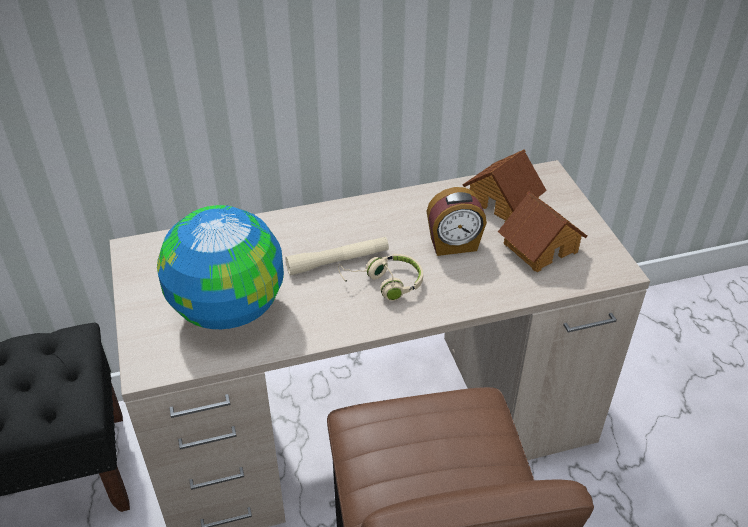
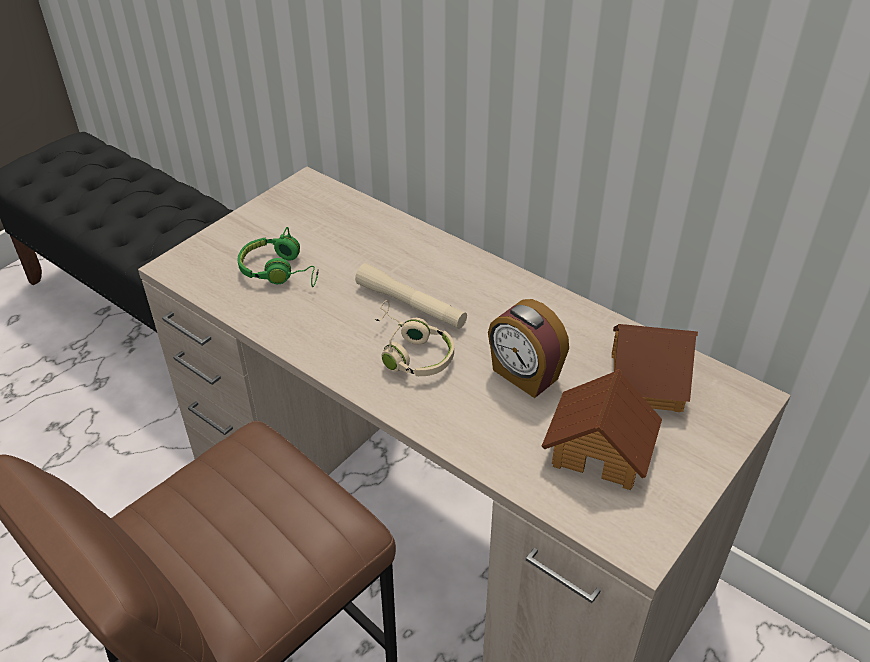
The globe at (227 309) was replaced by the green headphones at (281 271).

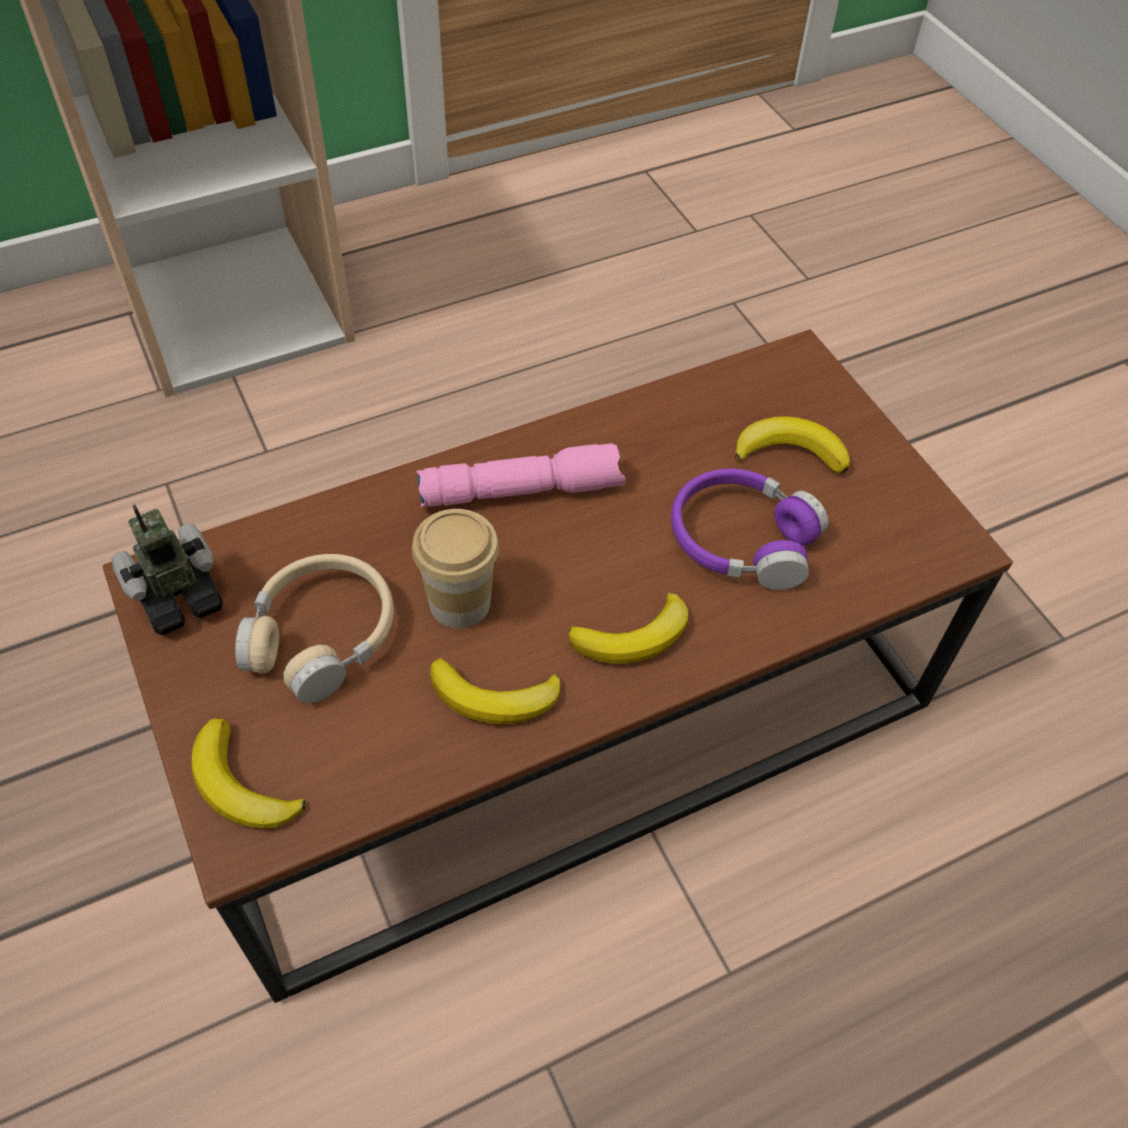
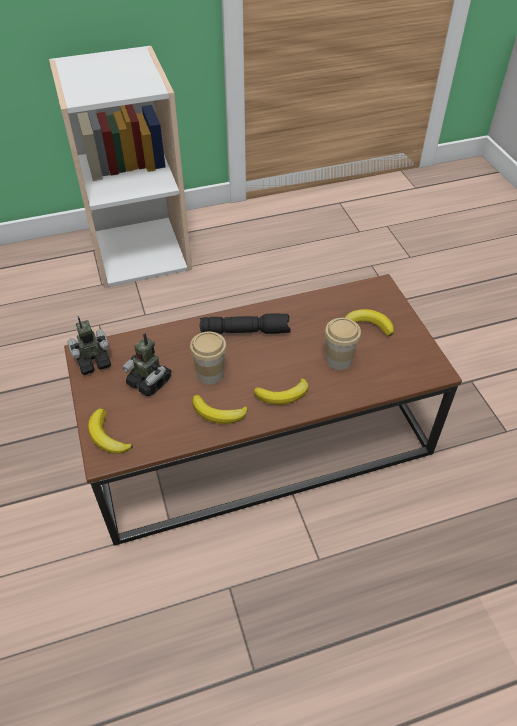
The pink flashlight at (522 489) became the black flashlight at (246 330).
The purple headphones at (741 540) was replaced by the cup at (338 360).
The beige headphones at (321 636) was replaced by the toy robot at (149 382).

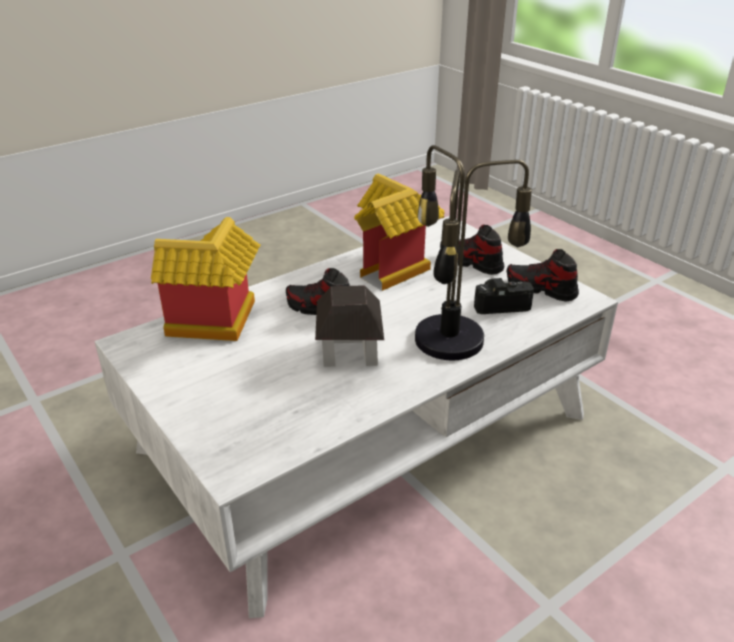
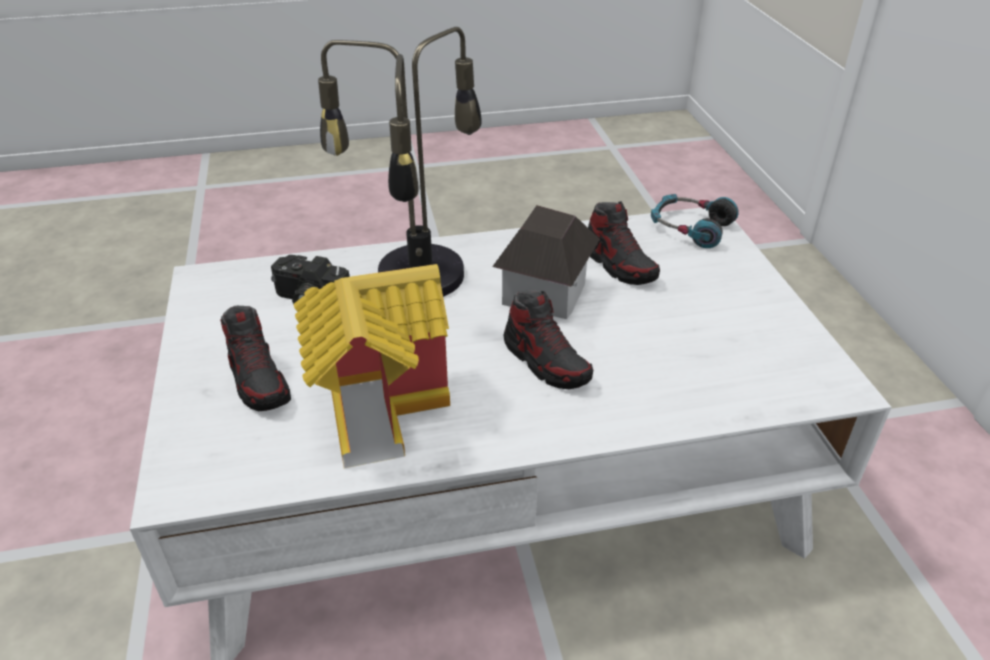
The toy house at (215 324) disappeared.
The shoe moved from (540 289) to (619 264).
The headphones at (690 228) appeared.

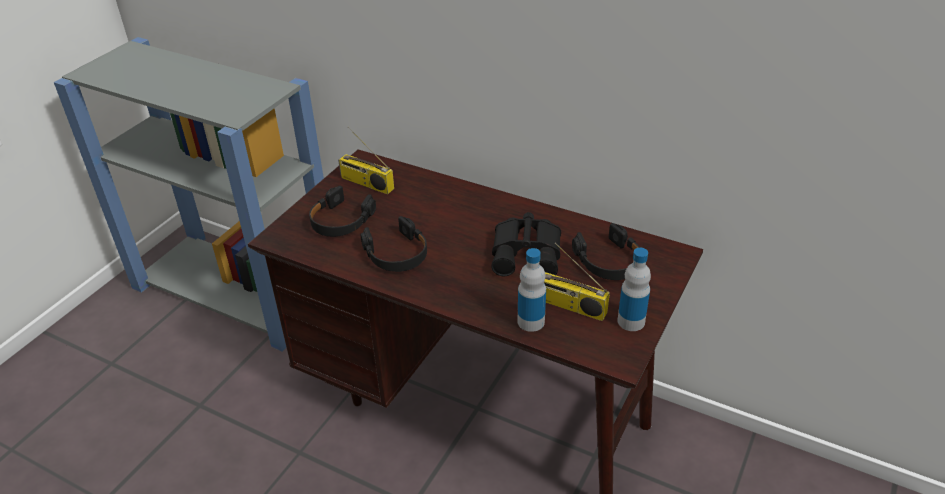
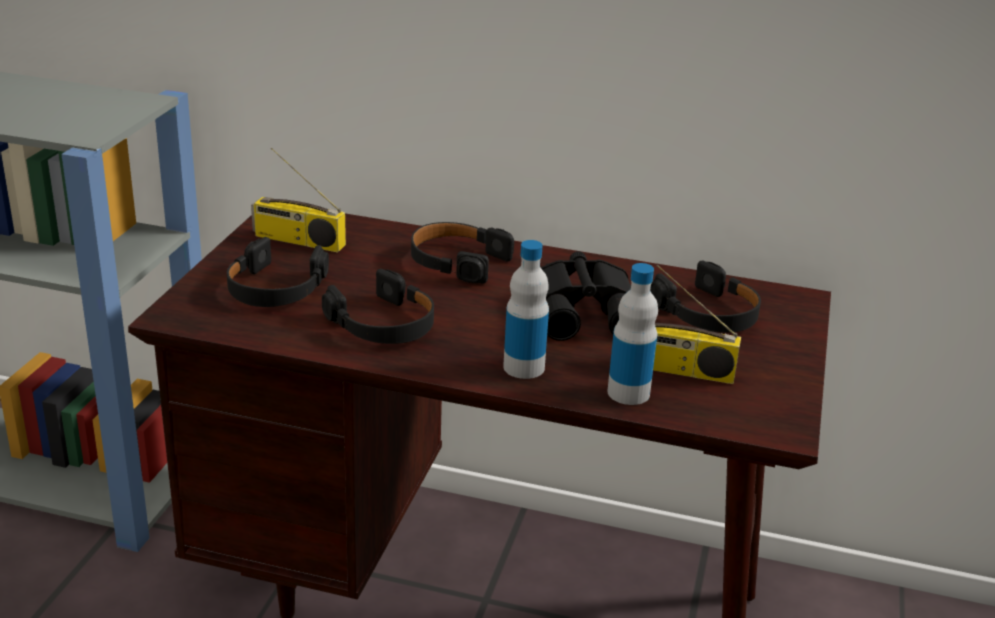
The bottle moved from (631 321) to (524 367).
The black headphones at (457 261) appeared.

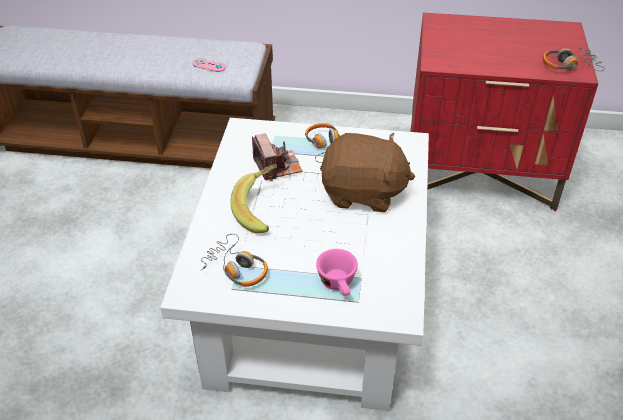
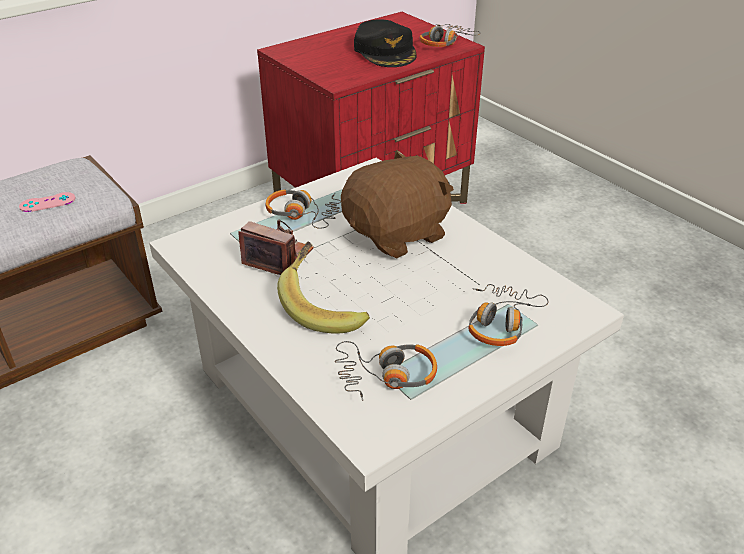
The pink cup at (339 285) was replaced by the headphones at (501 322).
The black cap at (385 51) appeared.

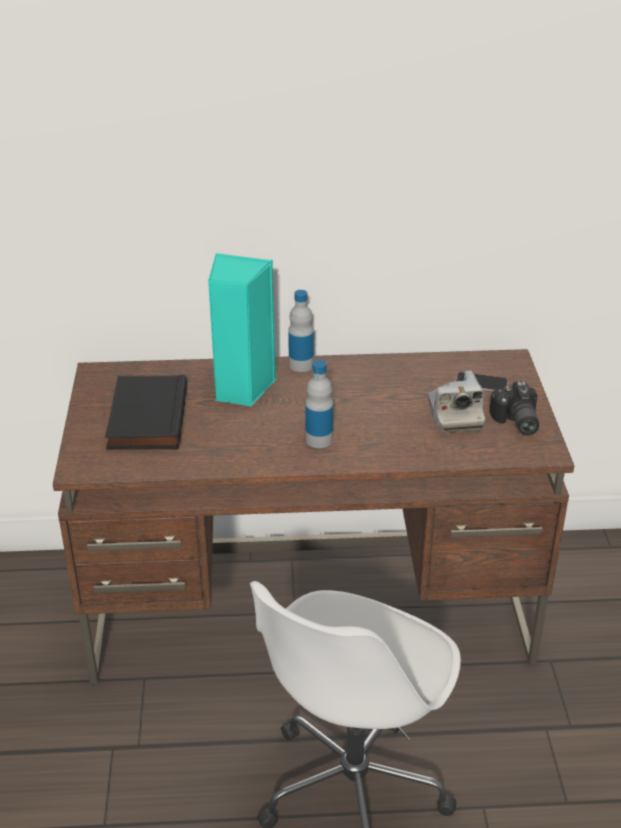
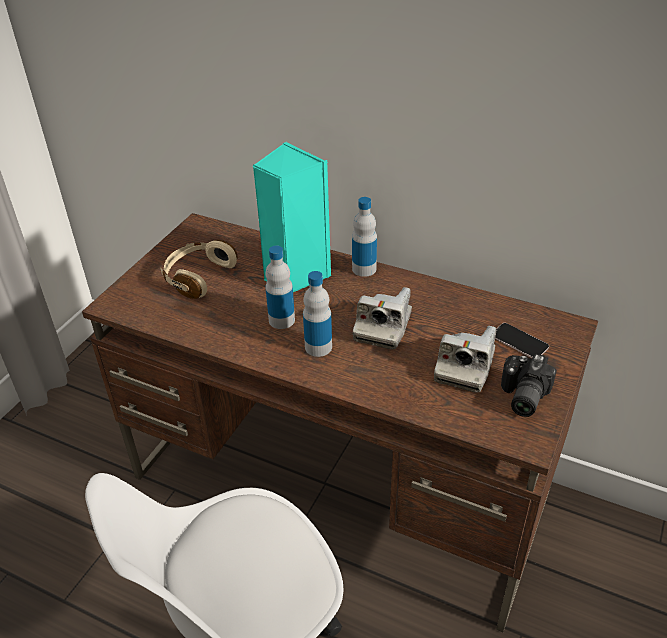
The black book at (145 417) was replaced by the beige headphones at (197 277).
The bottle at (281 320) appeared.
The photo camera at (383 327) appeared.

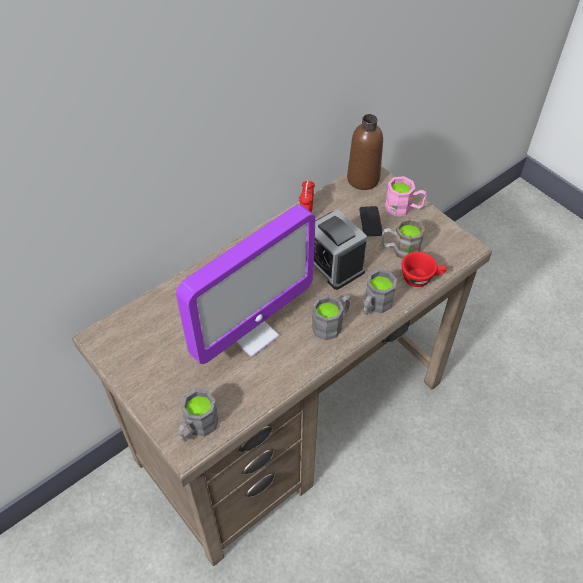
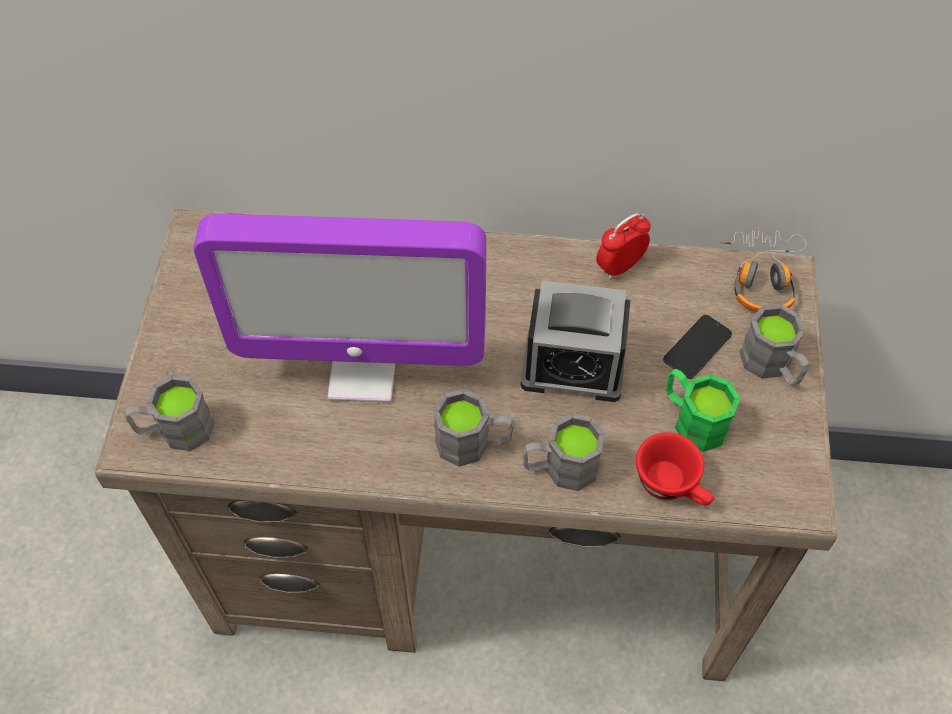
The brown bottle at (363 179) was replaced by the headphones at (761 277).
The pink mug at (404 208) became the grey mug at (772 366).
The alarm clock at (334 264) turned 90 degrees counterclockwise.
The brown mug at (400 249) became the green mug at (692 420).

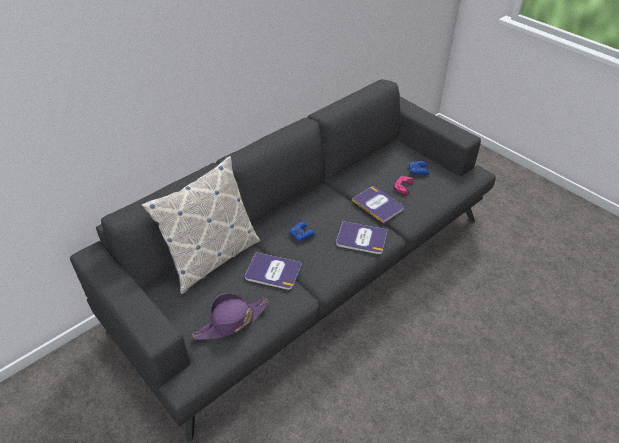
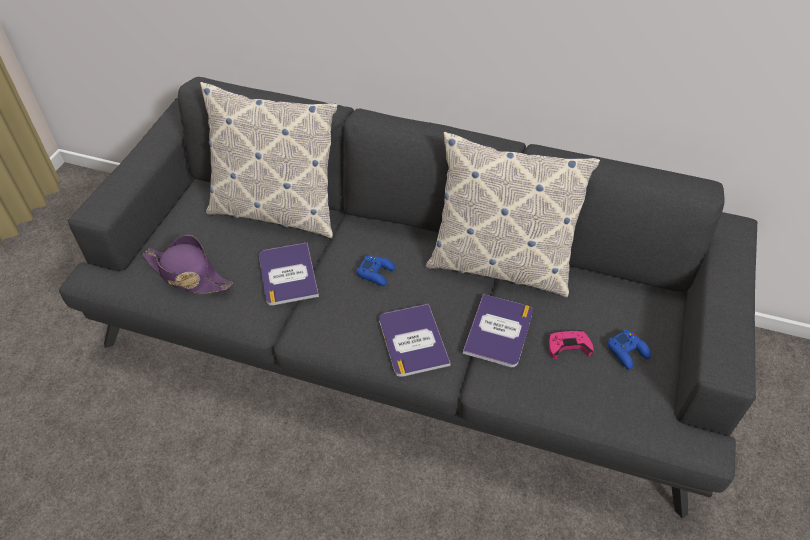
The pillow at (499 265) appeared.

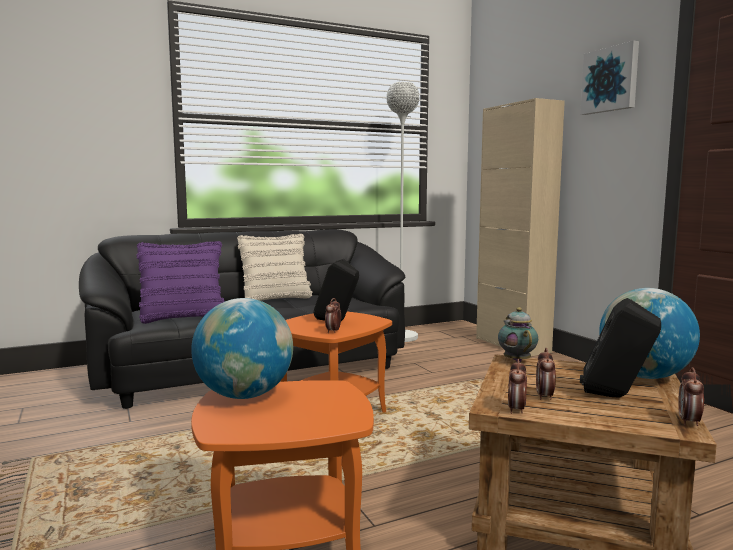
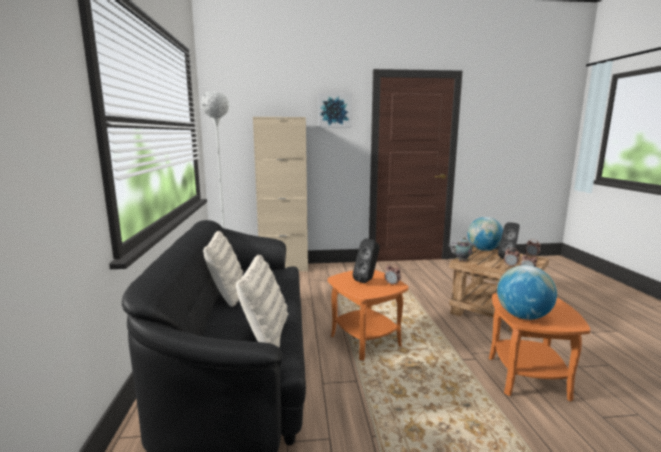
The purple pillow at (183 318) became the beige pillow at (266 337).

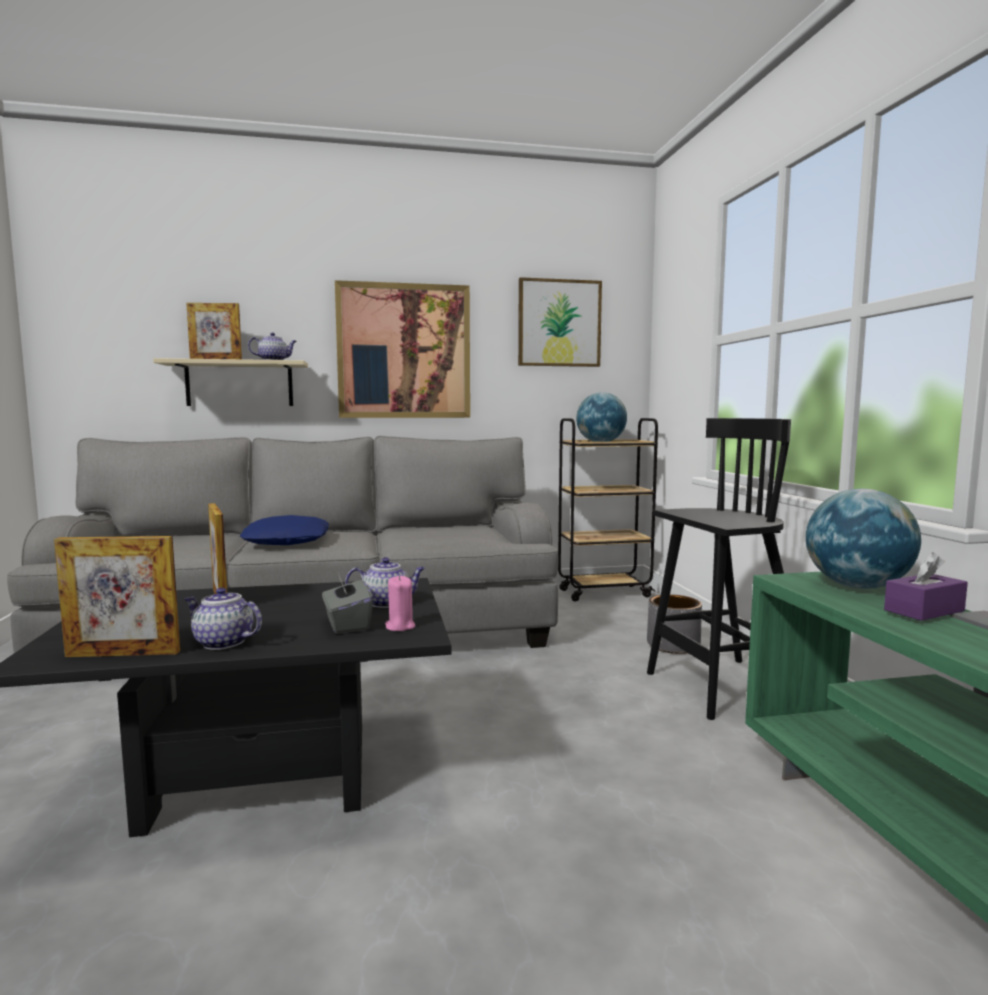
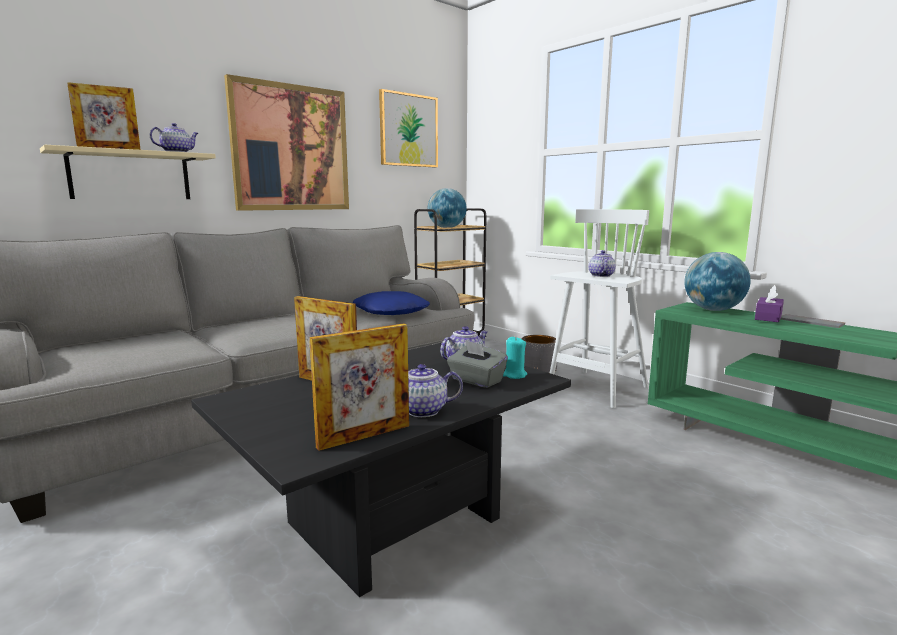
The black stool at (721 688) became the white stool at (596 389).
The blue pillow moved from (288 541) to (391 311).
The pink candle at (400 626) became the turquoise candle at (514 375).
The teapot at (600 275) appeared.

